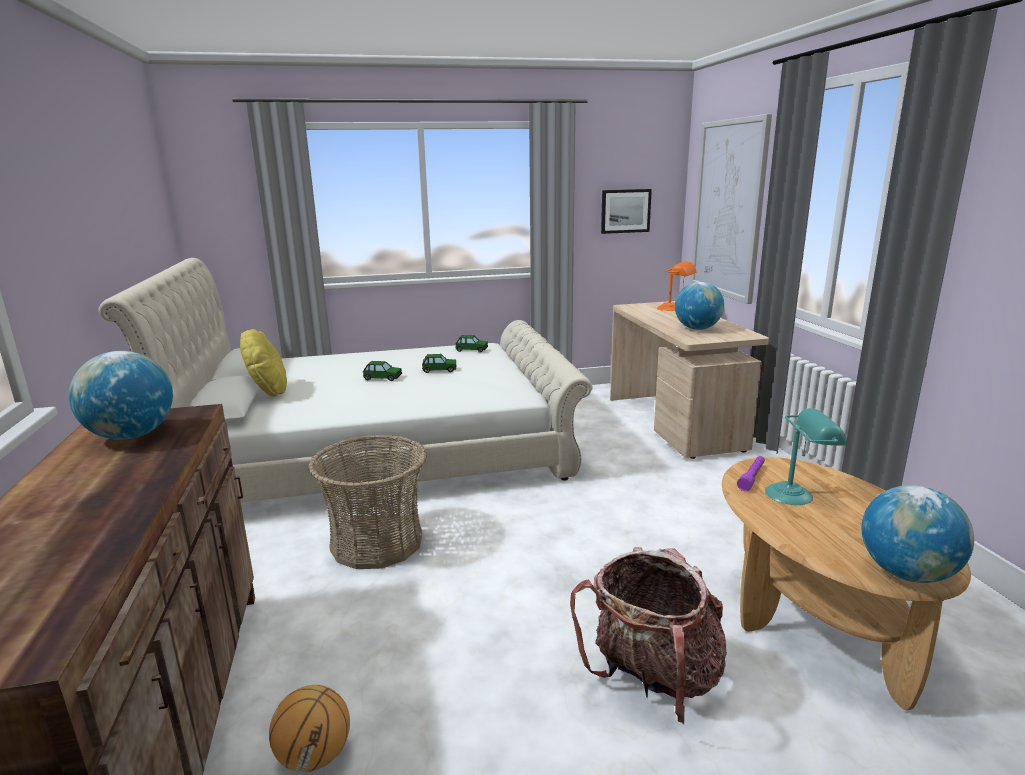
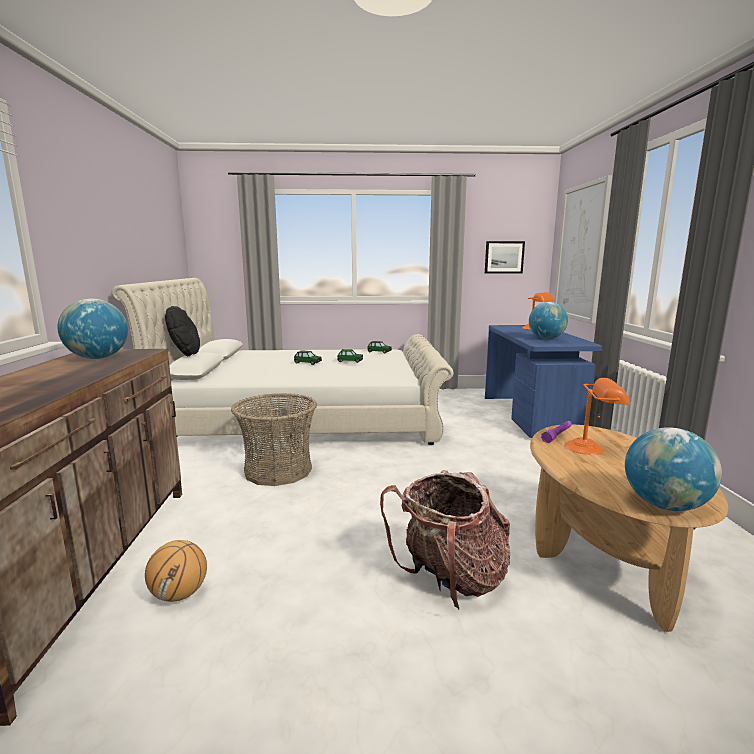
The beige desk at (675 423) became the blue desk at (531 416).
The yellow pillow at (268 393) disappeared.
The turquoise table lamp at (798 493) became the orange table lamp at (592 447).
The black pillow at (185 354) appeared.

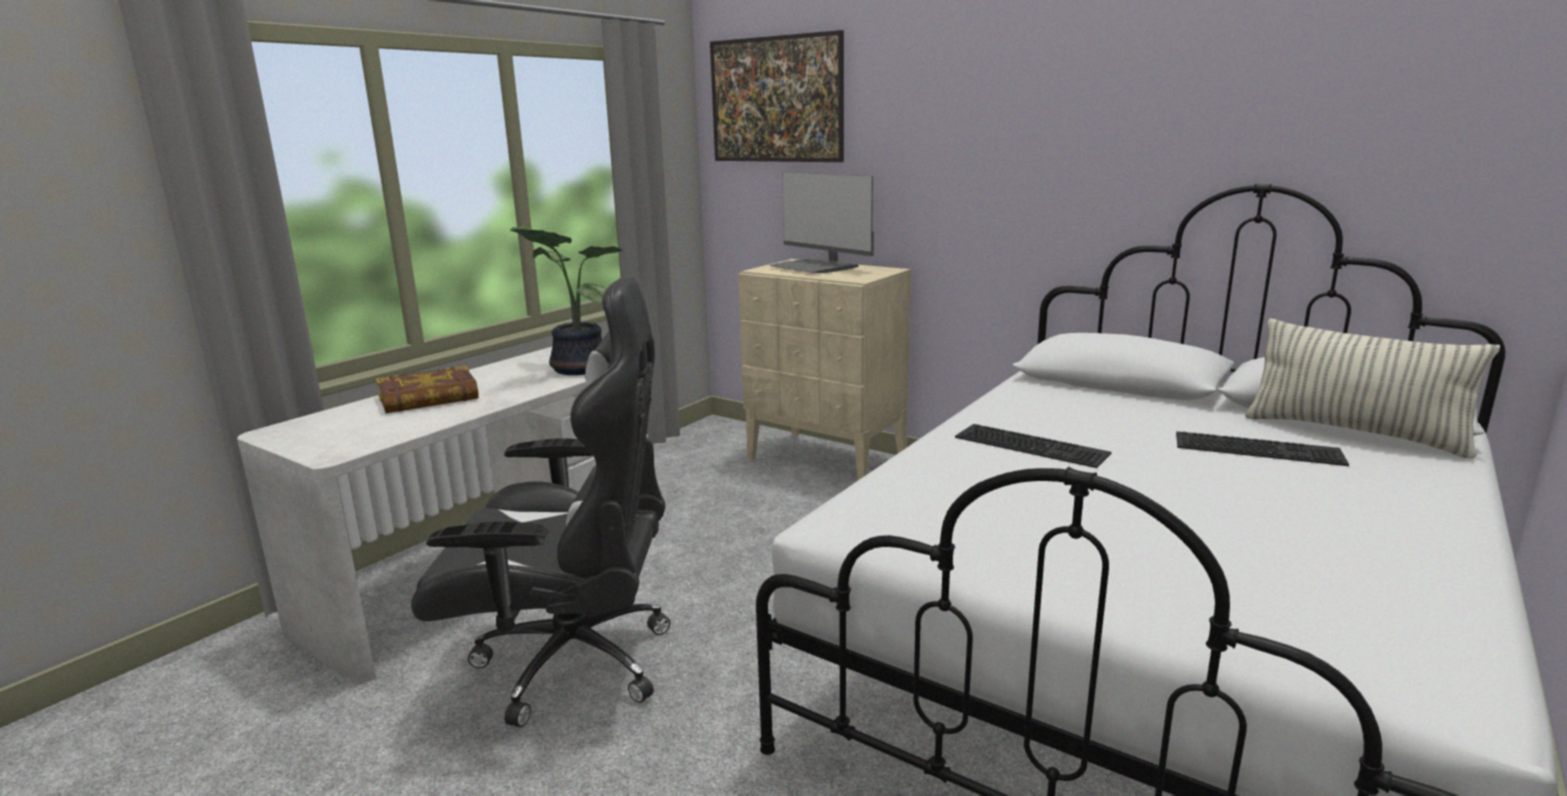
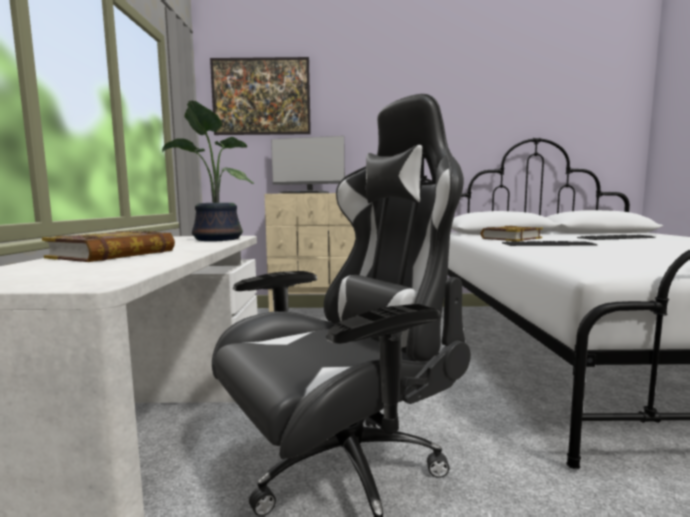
The pillow at (1354 433) disappeared.
The book at (510 238) appeared.

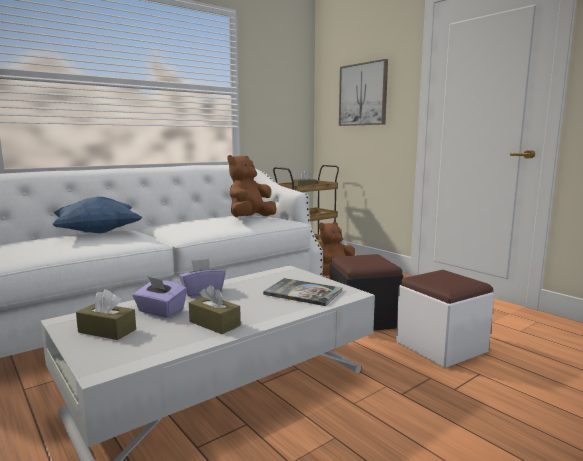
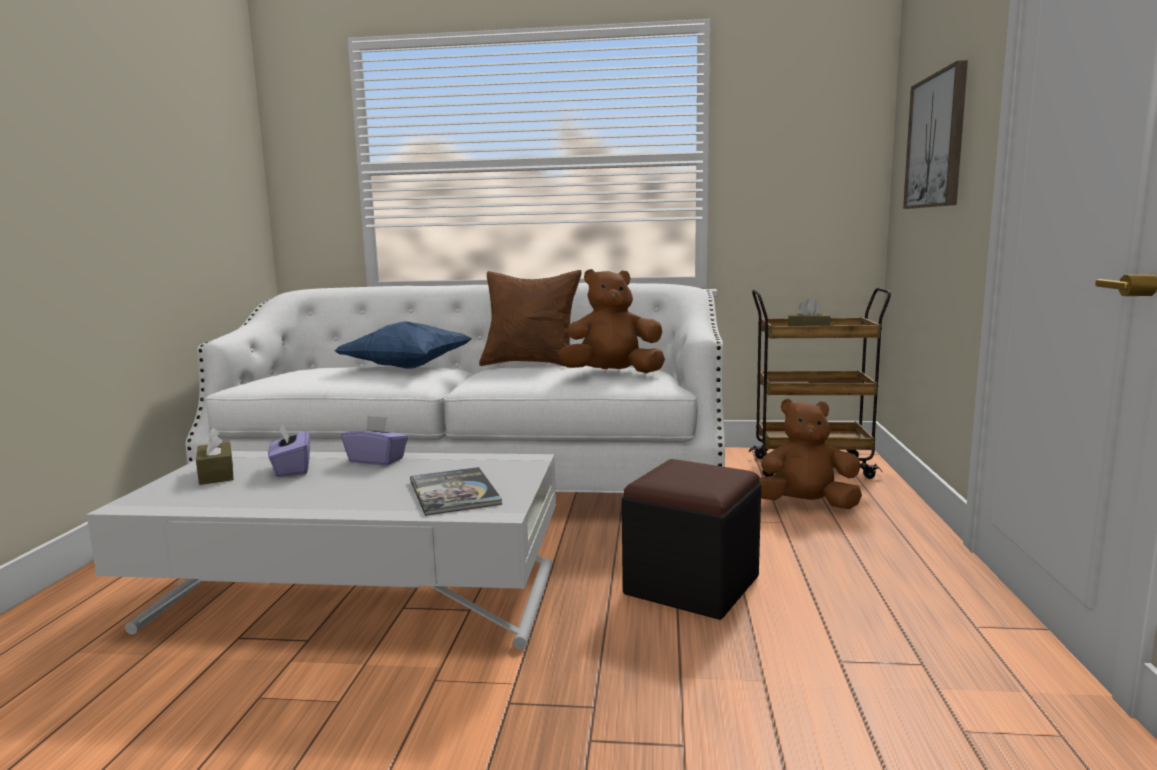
The white ottoman at (441 347) disappeared.
The brown tissue box at (214 323) disappeared.
The brown pillow at (531 364) appeared.

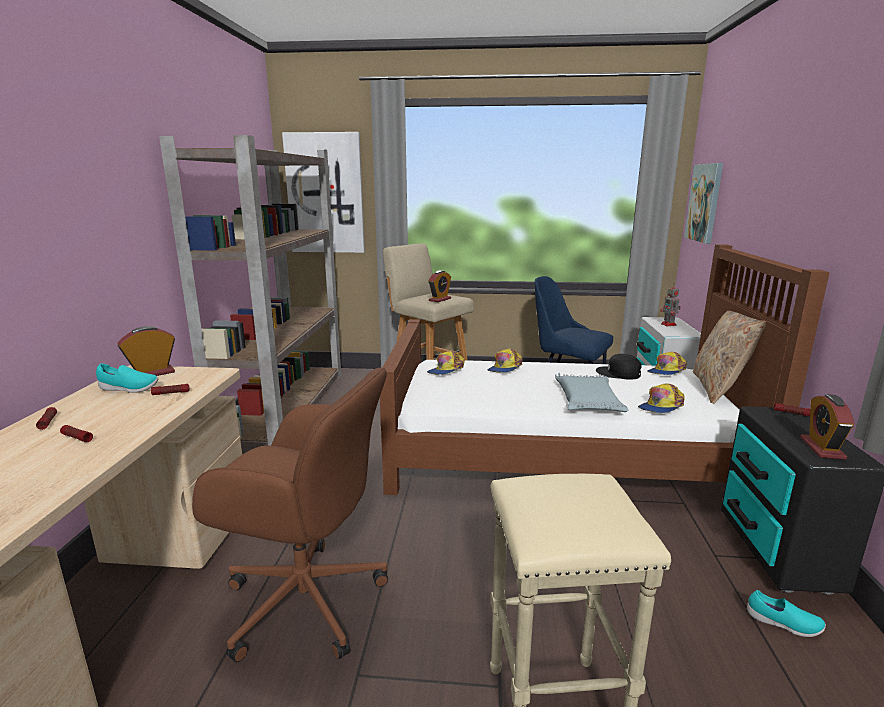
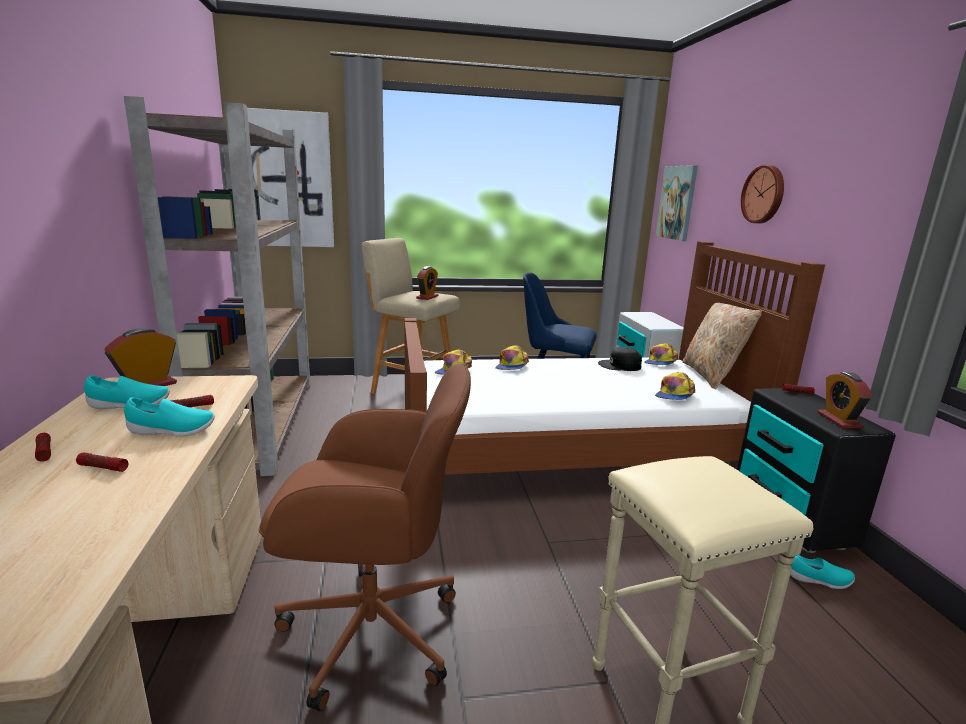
The toy robot at (669 325) disappeared.
The blue pillow at (588 399) disappeared.
The wall clock at (764 194) appeared.
The turquoise shoe at (171 431) appeared.

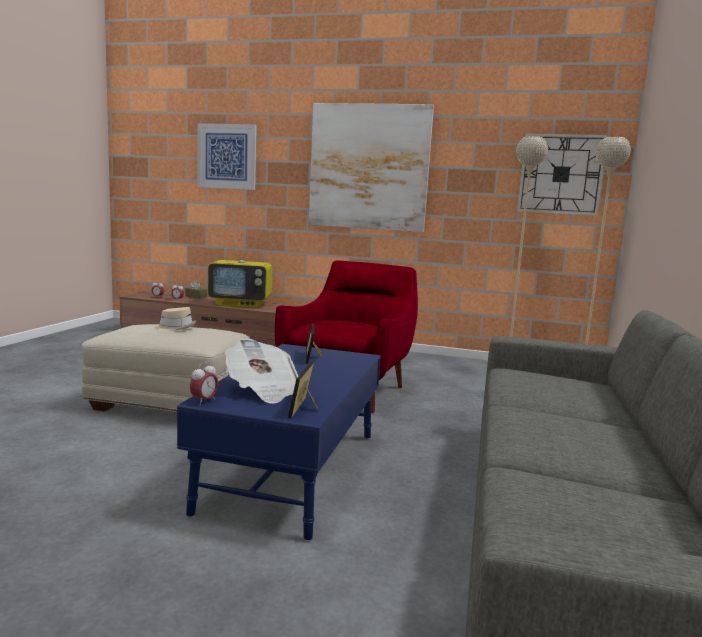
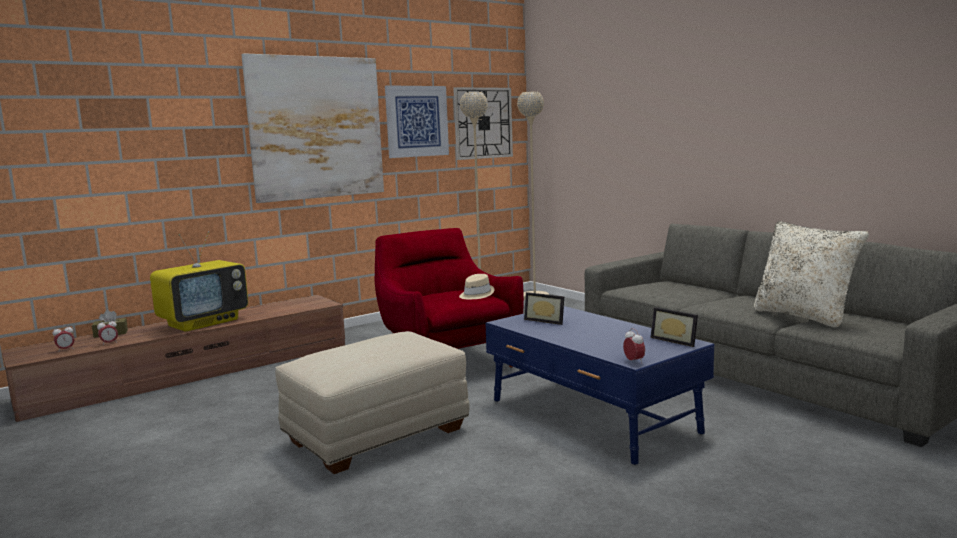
The picture moved from (227 156) to (417 121).
The beige hat moved from (175 327) to (476 295).
The newspaper at (262 390) disappeared.
The beige pillow at (803 318) appeared.

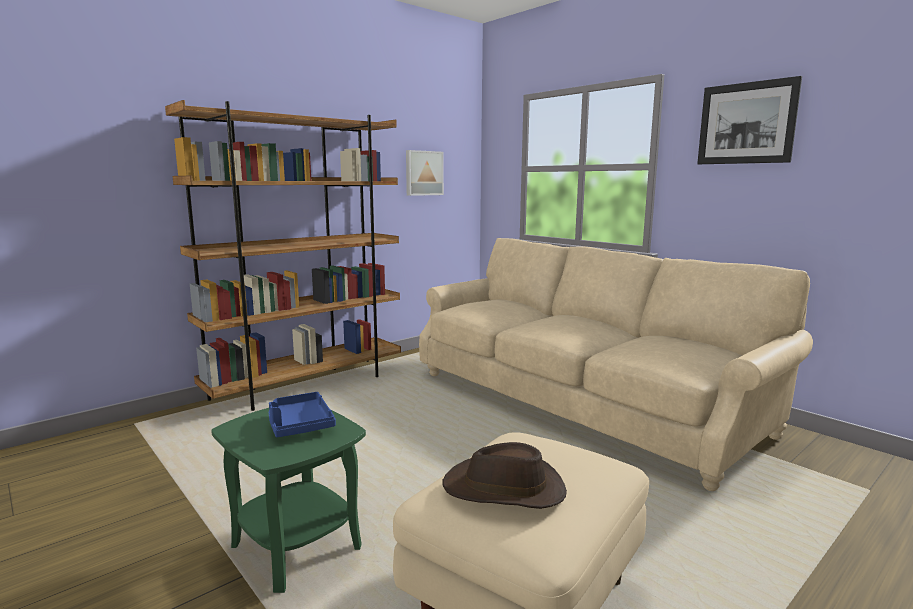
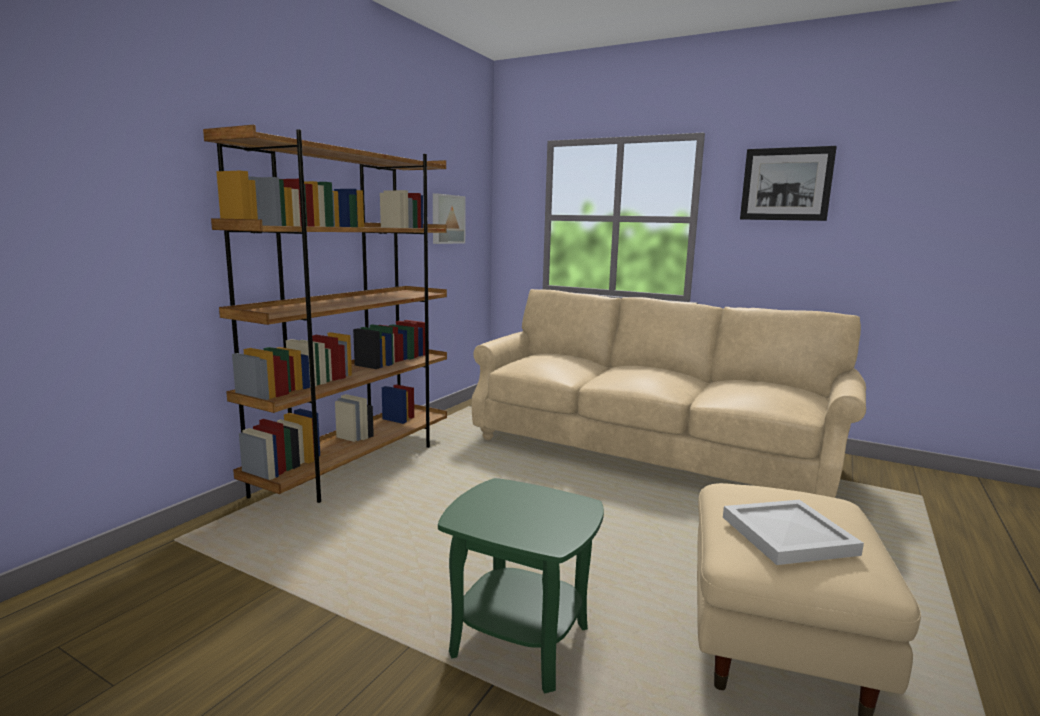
The blue tray at (299 424) disappeared.
The brown hat at (504 489) was replaced by the white tray at (790 536).

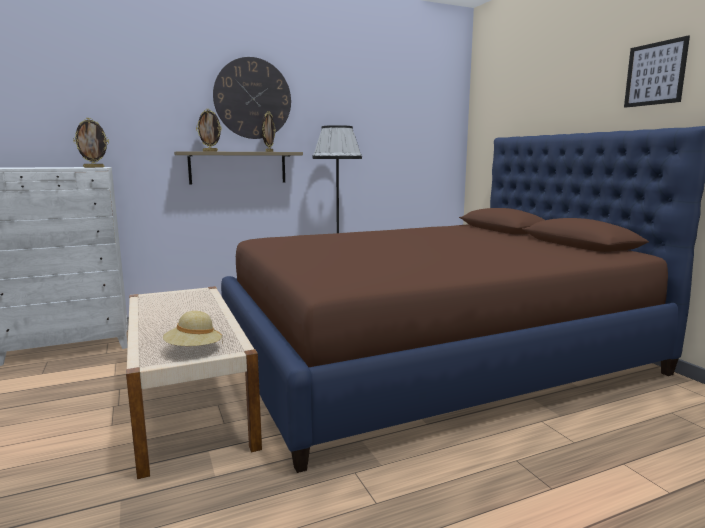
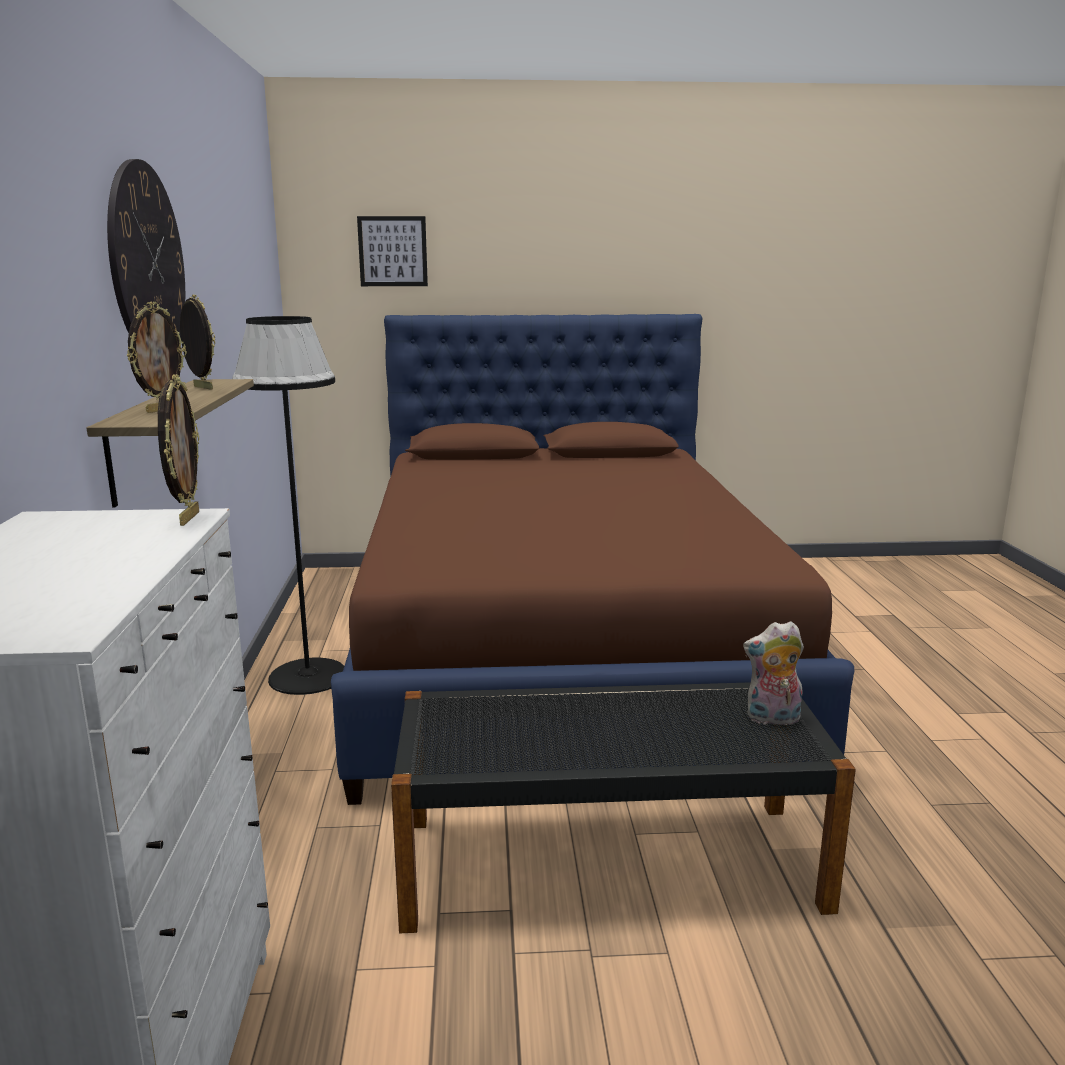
The picture moved from (655 74) to (393 251).
The beige bench at (189 400) became the black bench at (608 861).
The beige hat at (193 350) was replaced by the plush toy at (772 719).

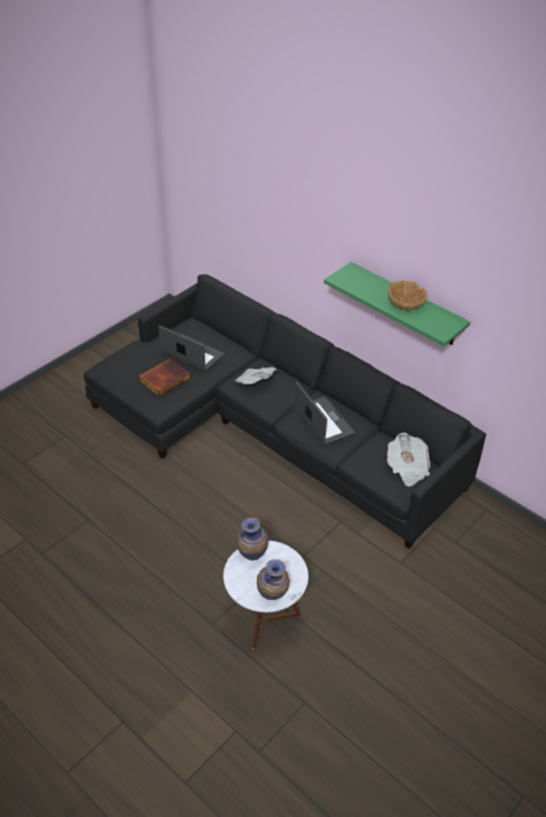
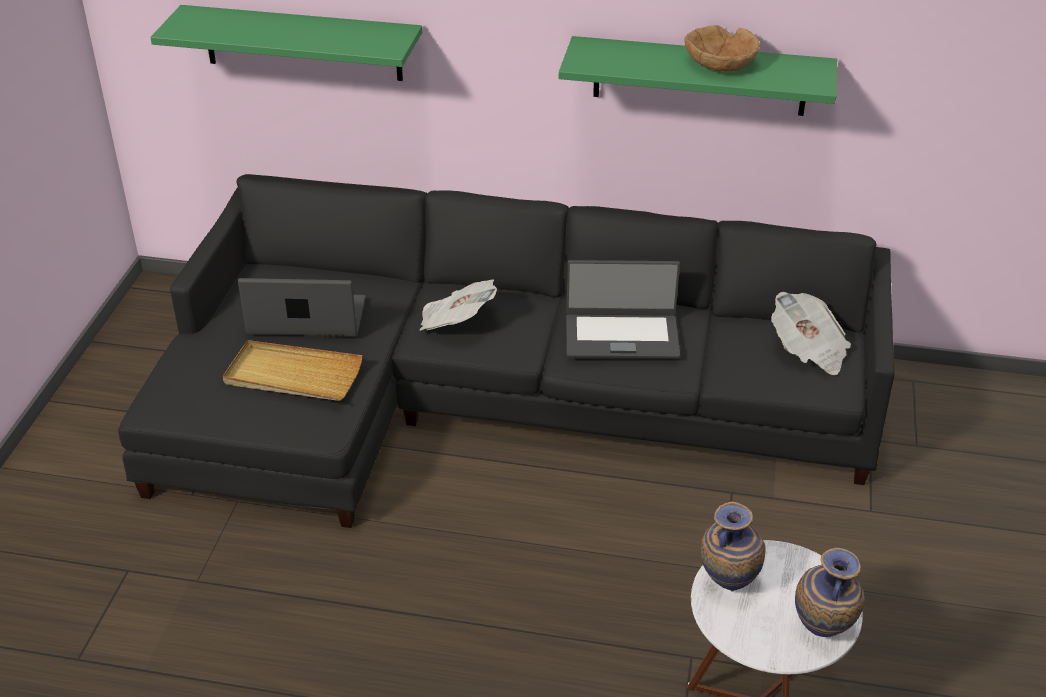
The book at (164 379) was replaced by the beige tray at (292 375).
The laptop at (323 421) turned 150 degrees clockwise.
The green shelf at (302 43) appeared.

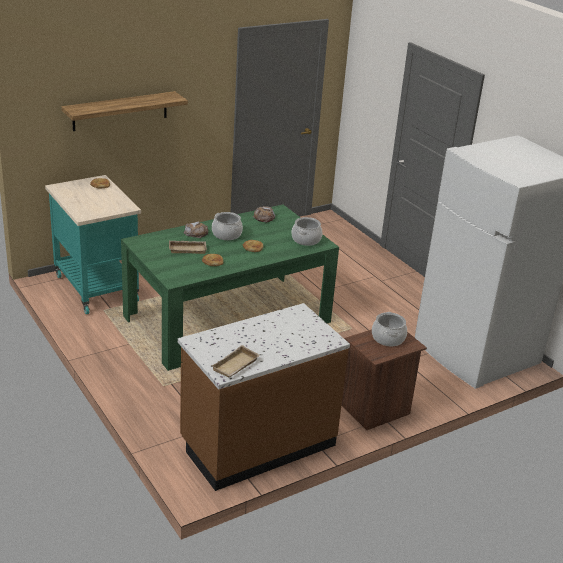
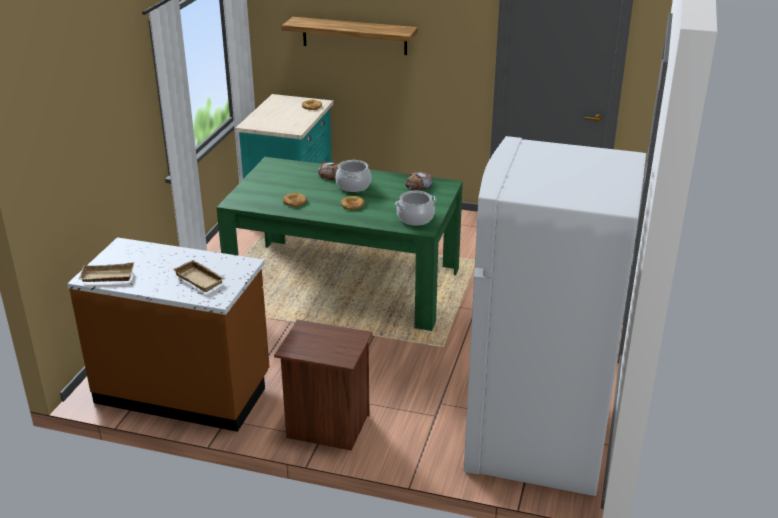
The beige tray moved from (188 249) to (201 279).
The cooking pot at (388 338) disappeared.

